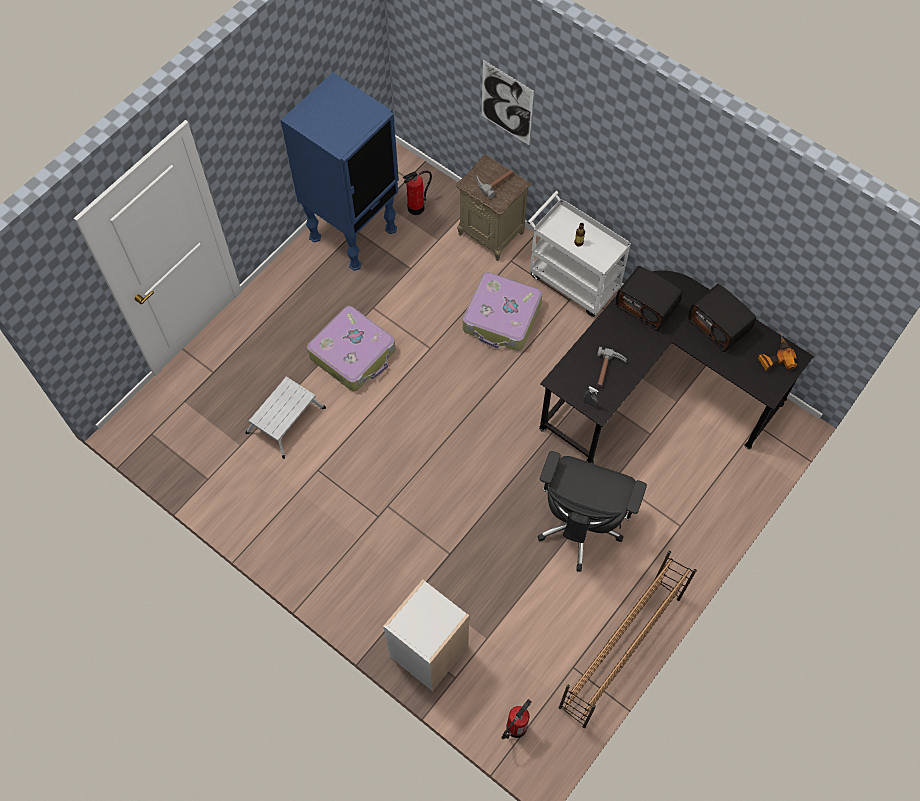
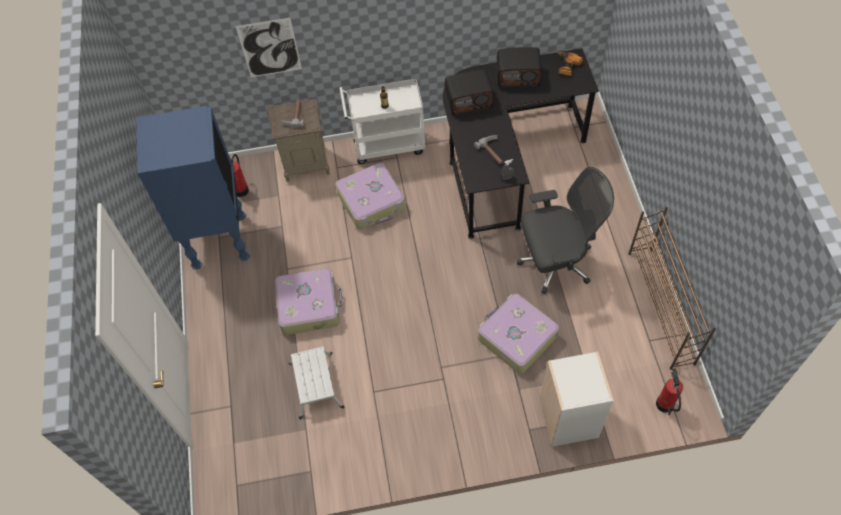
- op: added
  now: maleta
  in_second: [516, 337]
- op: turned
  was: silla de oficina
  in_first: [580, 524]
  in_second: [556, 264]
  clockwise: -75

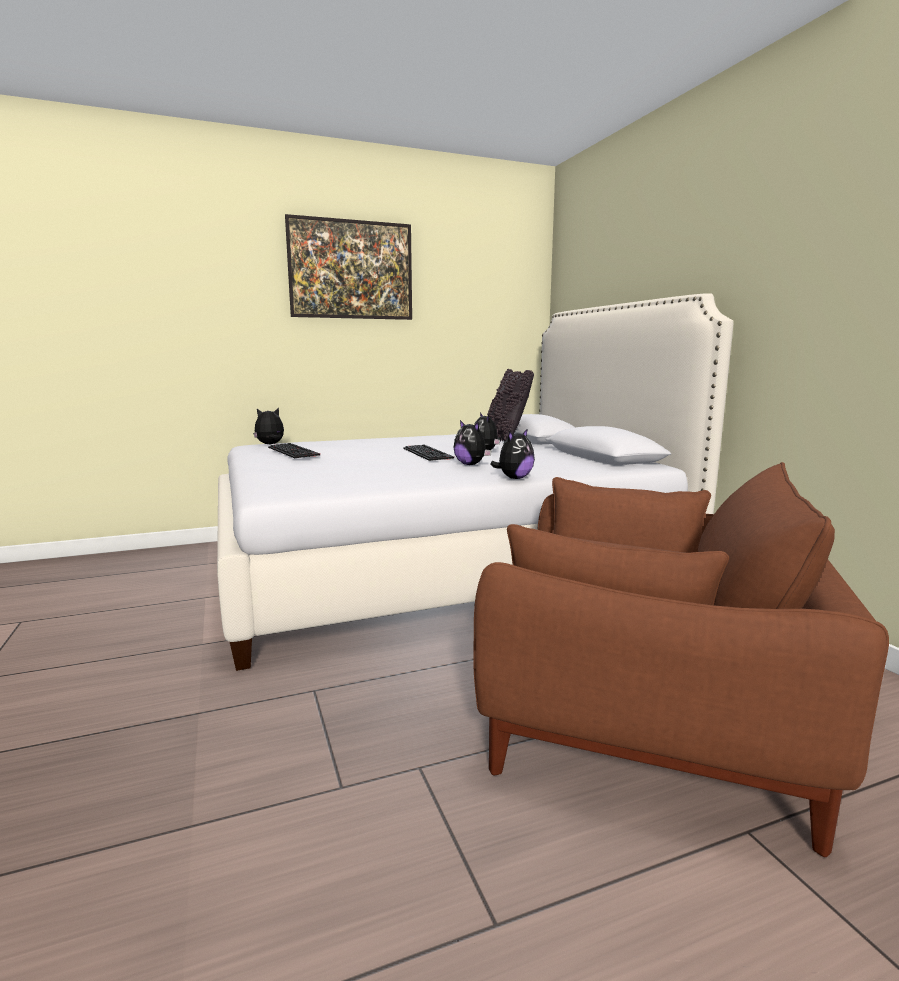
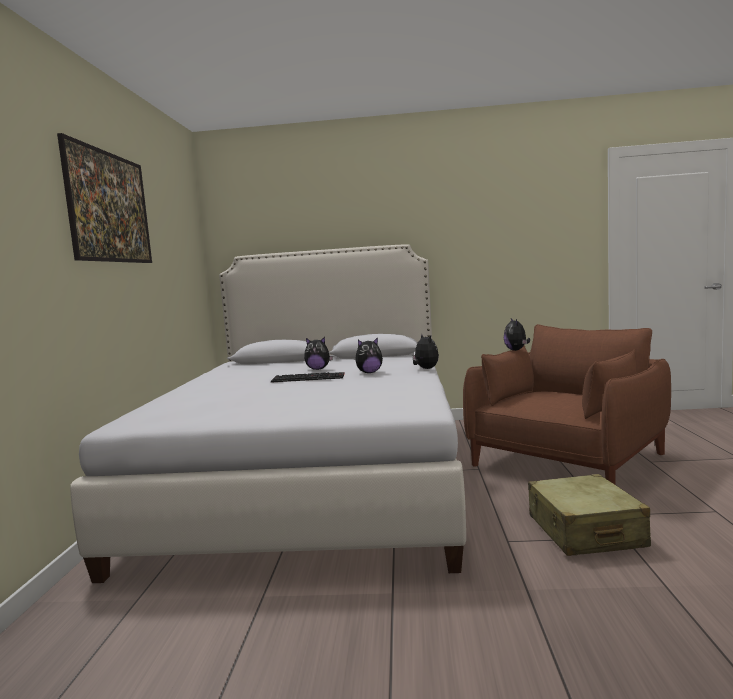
- op: removed
  was: teclado
  in_first: [294, 451]
- op: removed
  was: cojín [negro]
  in_first: [505, 439]
- op: added
  now: maleta [beis]
  in_second: [585, 531]
- op: moved
  was: peluche
  in_first: [270, 444]
  in_second: [516, 350]

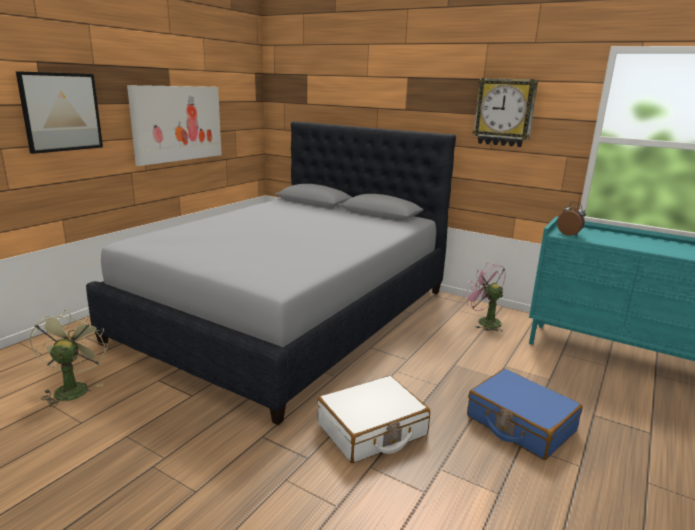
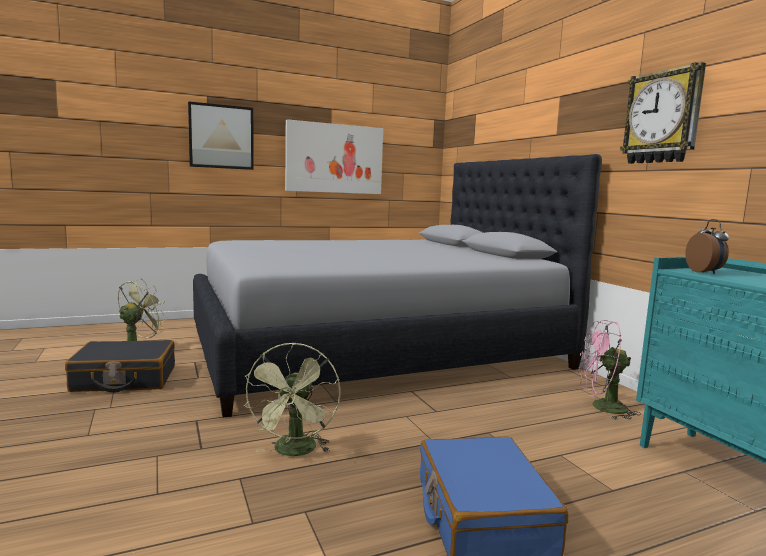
- op: added
  now: maleta [negro]
  in_second: [124, 379]
- op: replaced
  was: maleta [blanco]
  now: ventilador [verde]
  in_first: [372, 430]
  in_second: [295, 452]
- op: turned
  was: ventilador [rosa]
  in_first: [484, 321]
  in_second: [601, 407]
  clockwise: -75

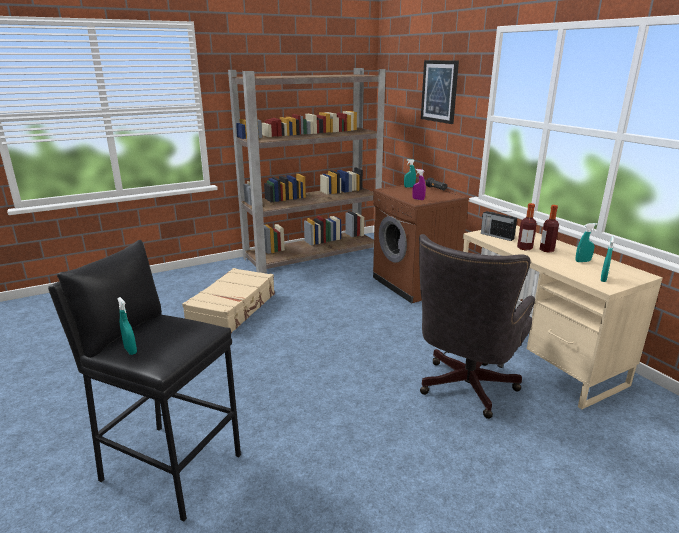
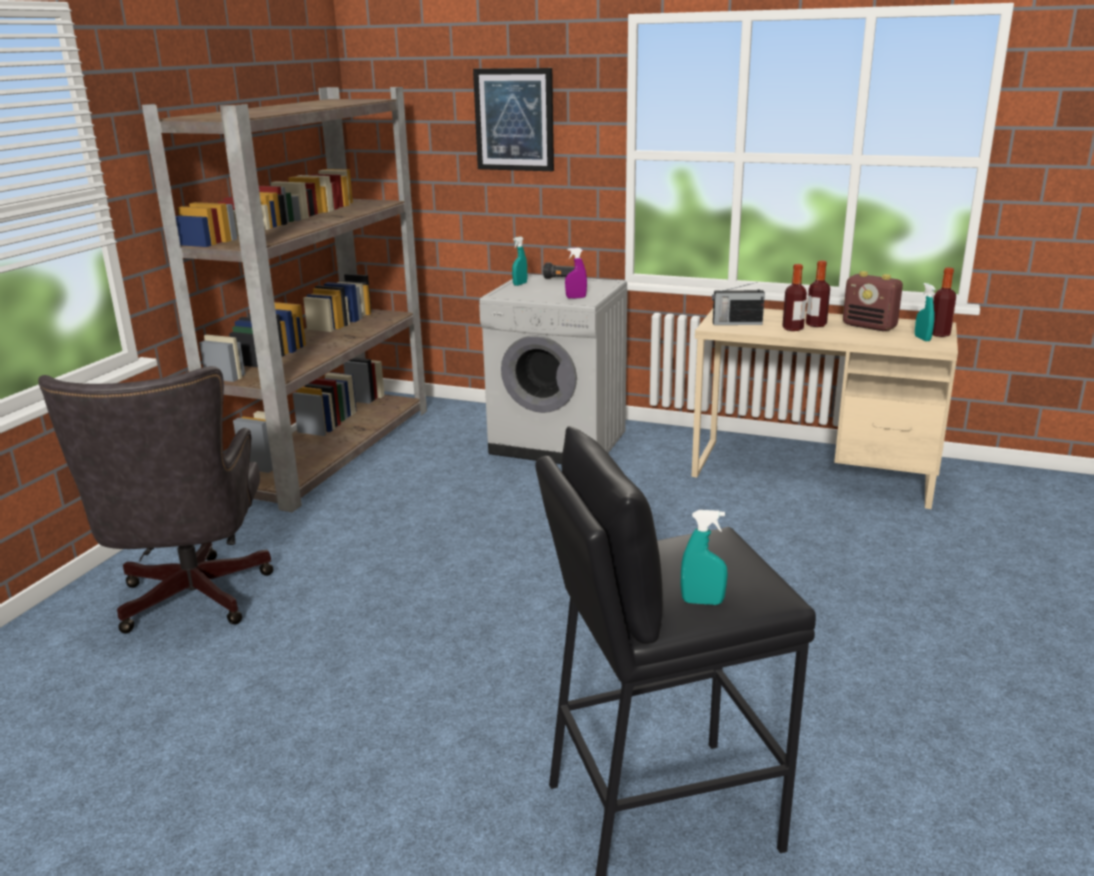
- op: removed
  was: maleta [beis]
  in_first: [233, 309]
- op: added
  now: botella
  in_second: [939, 334]
- op: moved
  was: silla de oficina [gris]
  in_first: [465, 389]
  in_second: [192, 601]
- op: replaced
  was: pulverizador [turquesa]
  now: radio
  in_first: [583, 261]
  in_second: [870, 326]
- op: recoloured
  was: lavadora [marrón]
  now: lavadora [blanco]
  in_first: [413, 284]
  in_second: [557, 444]

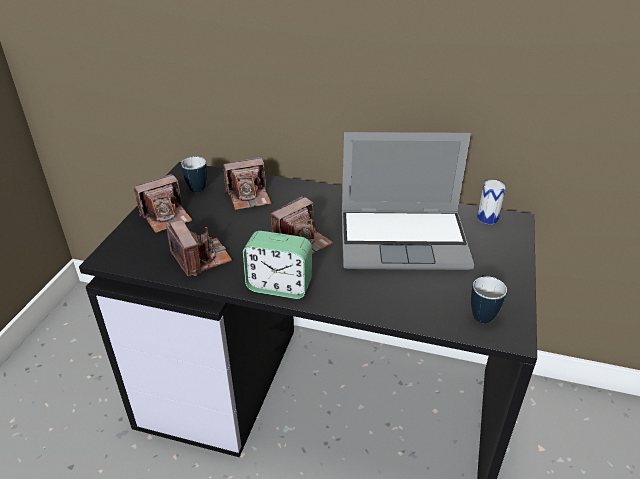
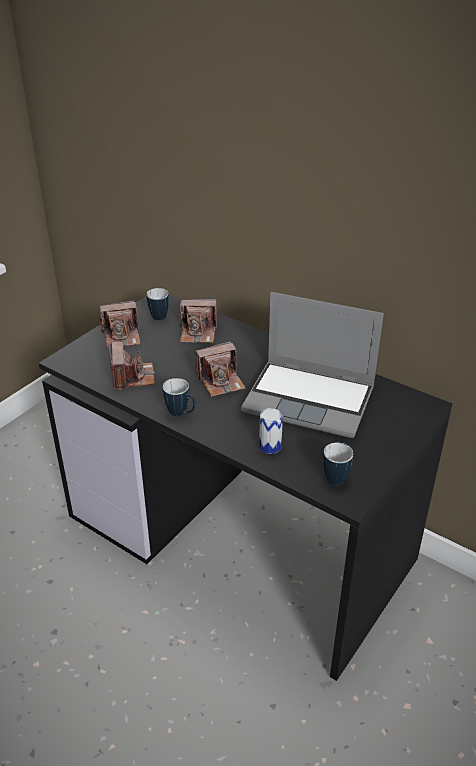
- op: moved
  was: lata
  in_first: [487, 218]
  in_second: [270, 446]
- op: replaced
  was: despertador
  now: taza grande
  in_first: [279, 286]
  in_second: [181, 413]

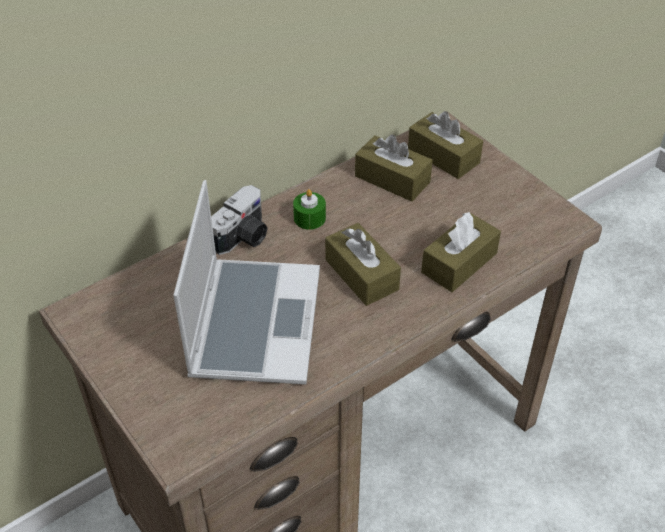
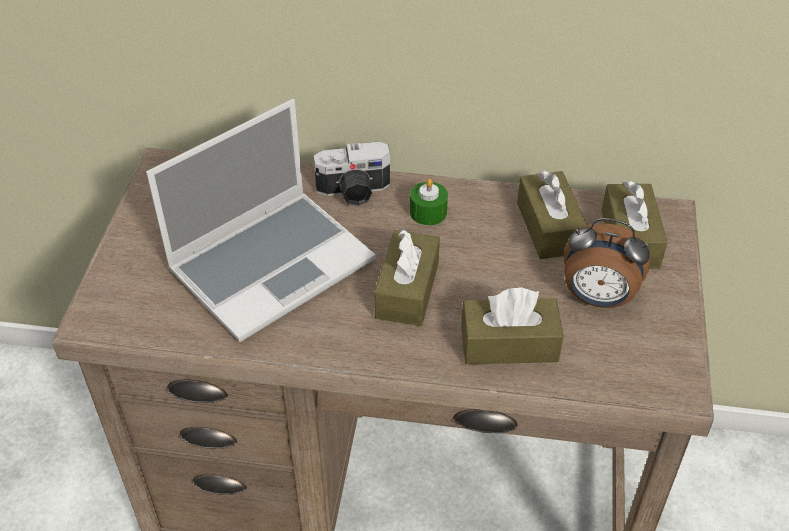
- op: added
  now: despertador
  in_second: [597, 298]

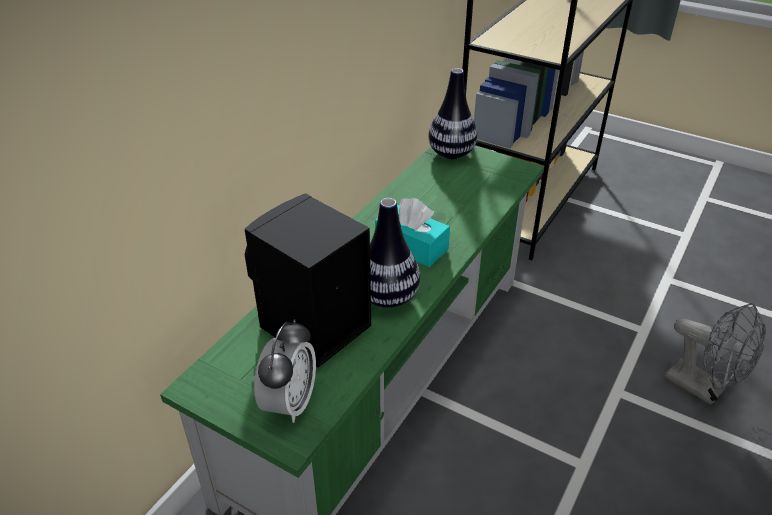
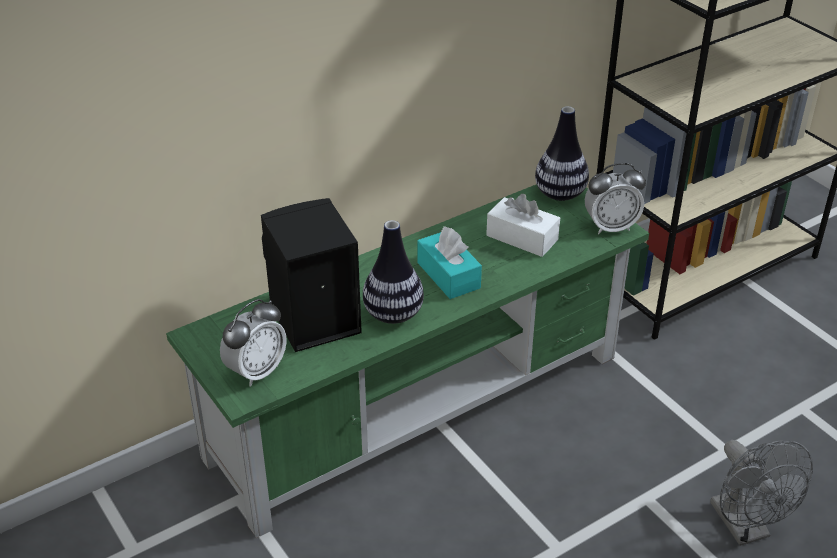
- op: added
  now: caja de pañuelos [blanco]
  in_second: [522, 238]
- op: added
  now: despertador
  in_second: [610, 227]

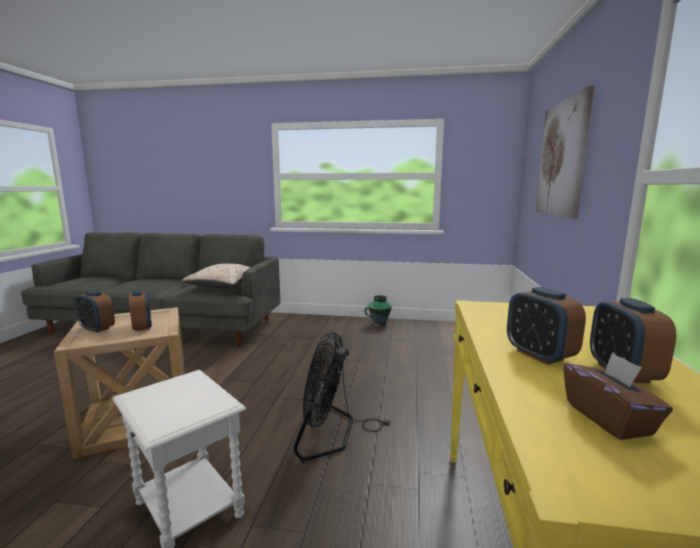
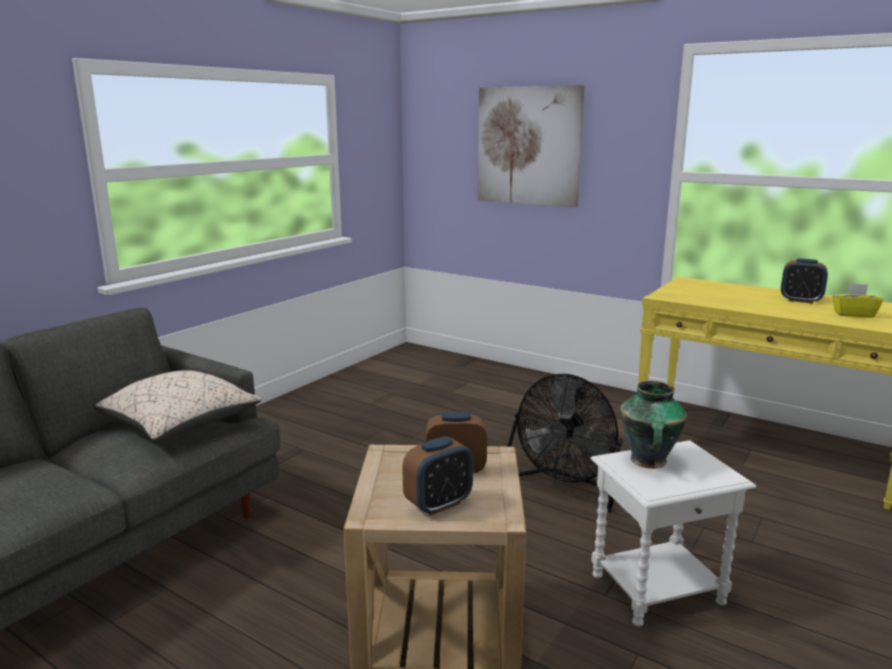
- op: removed
  was: despertador
  in_first: [539, 355]
- op: moved
  was: florero
  in_first: [378, 324]
  in_second: [648, 461]
- op: recoloured
  was: caja de pañuelos [marrón]
  now: caja de pañuelos [amarillo]
  in_first: [609, 419]
  in_second: [853, 314]

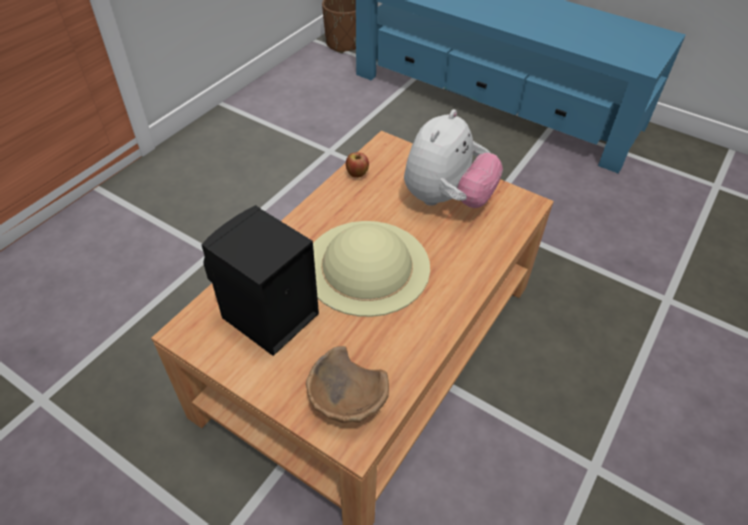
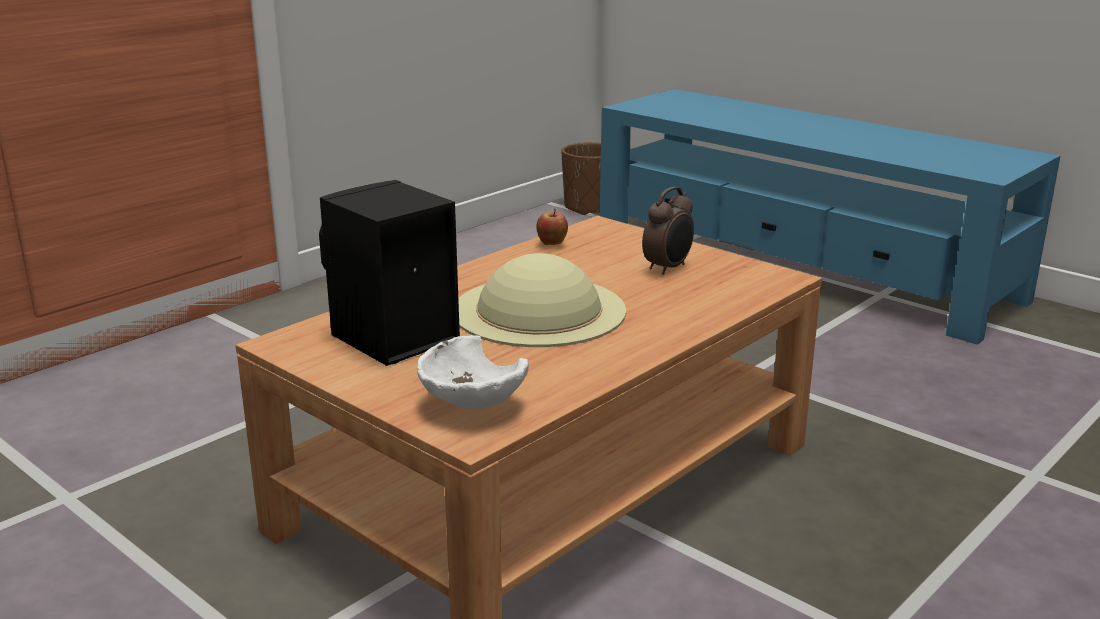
- op: replaced
  was: peluche
  now: despertador
  in_first: [446, 199]
  in_second: [668, 268]
- op: recoloured
  was: cuenco [marrón]
  now: cuenco [blanco]
  in_first: [346, 402]
  in_second: [471, 407]

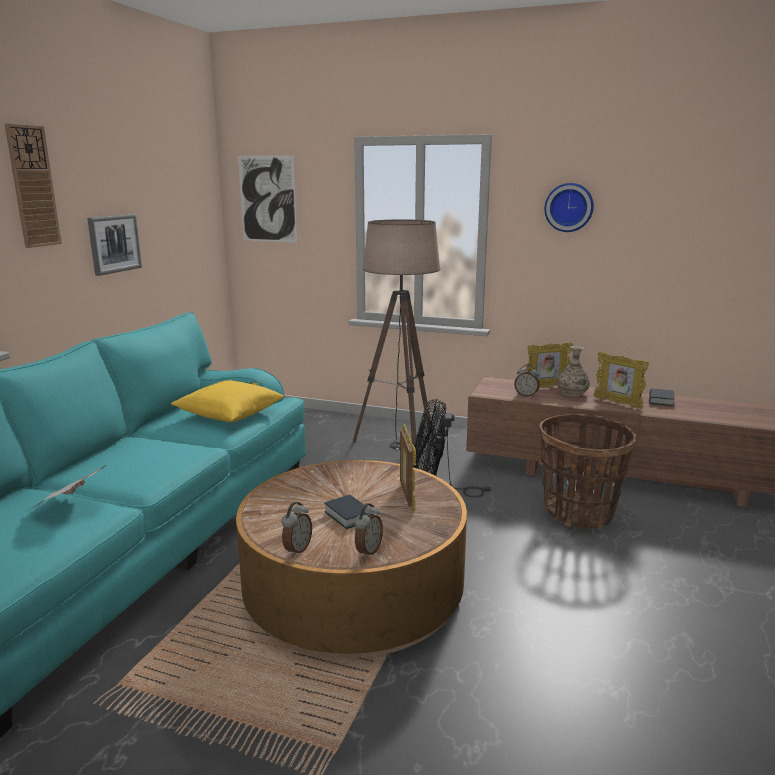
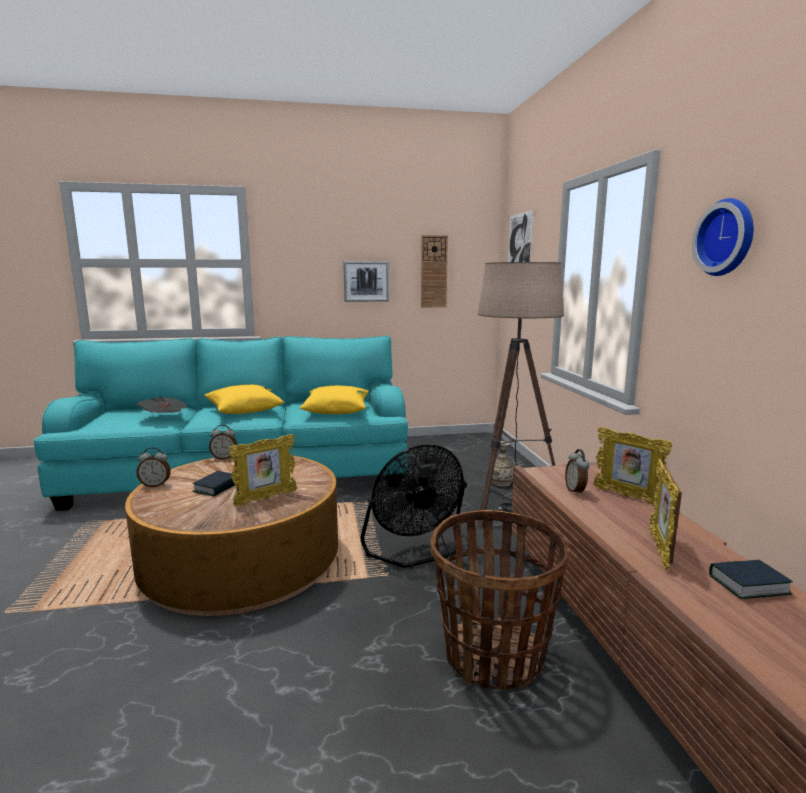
- op: added
  now: cojín [amarillo]
  in_second: [244, 410]
- op: moved
  was: reloj de pared
  in_first: [33, 187]
  in_second: [434, 271]
- op: moved
  was: despertador
  in_first: [368, 551]
  in_second: [224, 458]
- op: moved
  was: florero
  in_first: [572, 393]
  in_second: [501, 483]

